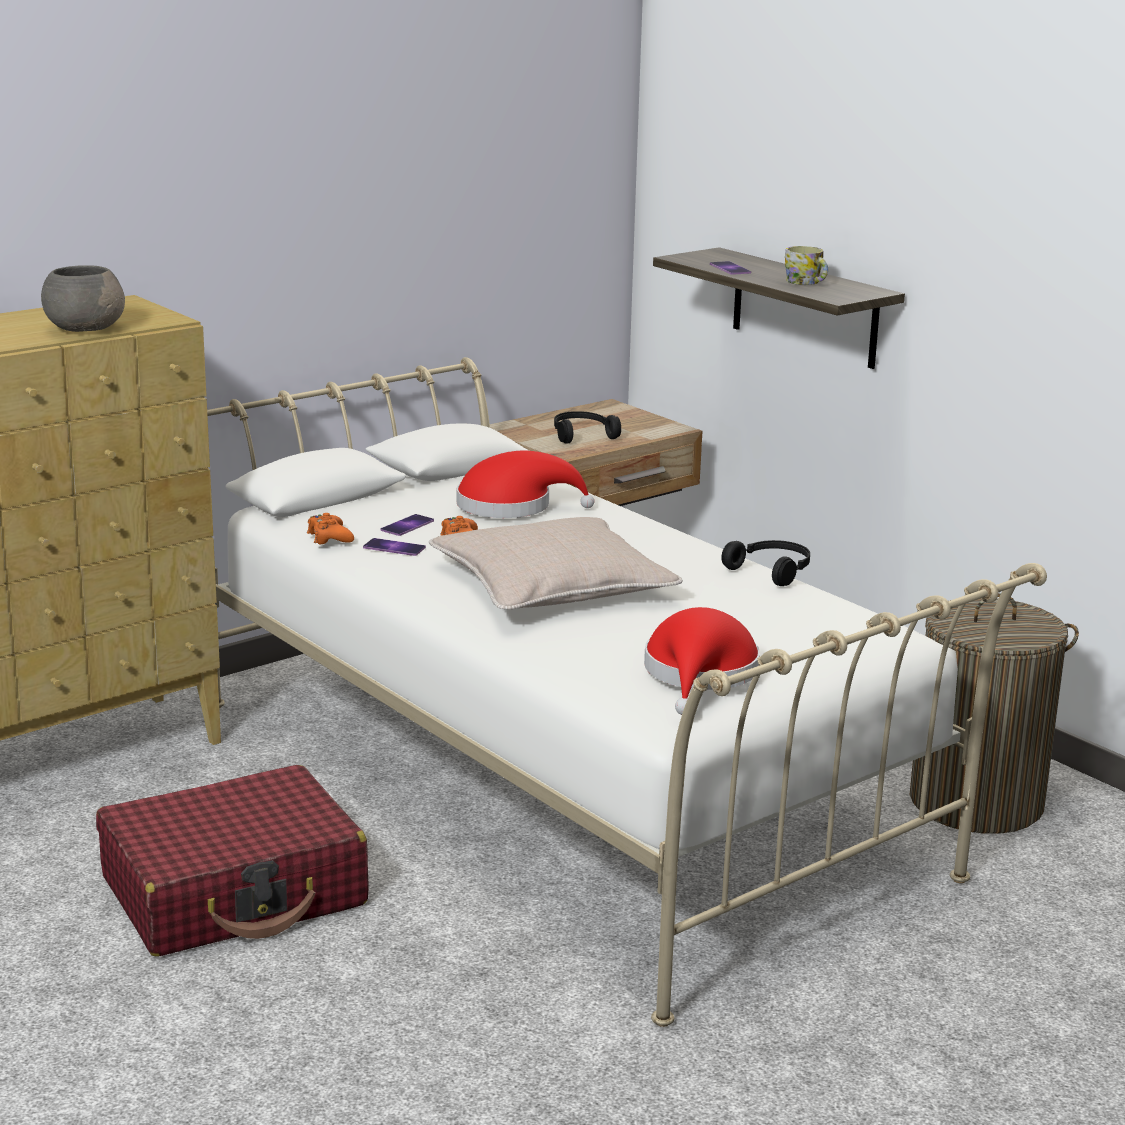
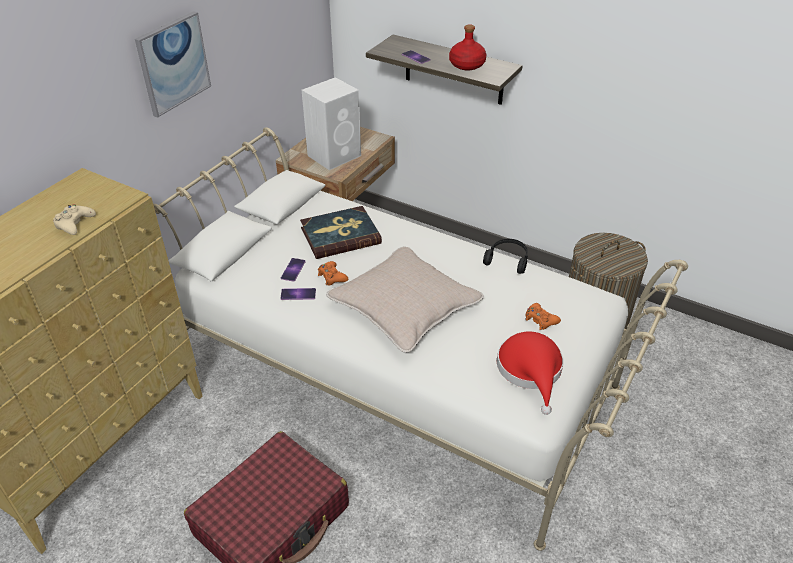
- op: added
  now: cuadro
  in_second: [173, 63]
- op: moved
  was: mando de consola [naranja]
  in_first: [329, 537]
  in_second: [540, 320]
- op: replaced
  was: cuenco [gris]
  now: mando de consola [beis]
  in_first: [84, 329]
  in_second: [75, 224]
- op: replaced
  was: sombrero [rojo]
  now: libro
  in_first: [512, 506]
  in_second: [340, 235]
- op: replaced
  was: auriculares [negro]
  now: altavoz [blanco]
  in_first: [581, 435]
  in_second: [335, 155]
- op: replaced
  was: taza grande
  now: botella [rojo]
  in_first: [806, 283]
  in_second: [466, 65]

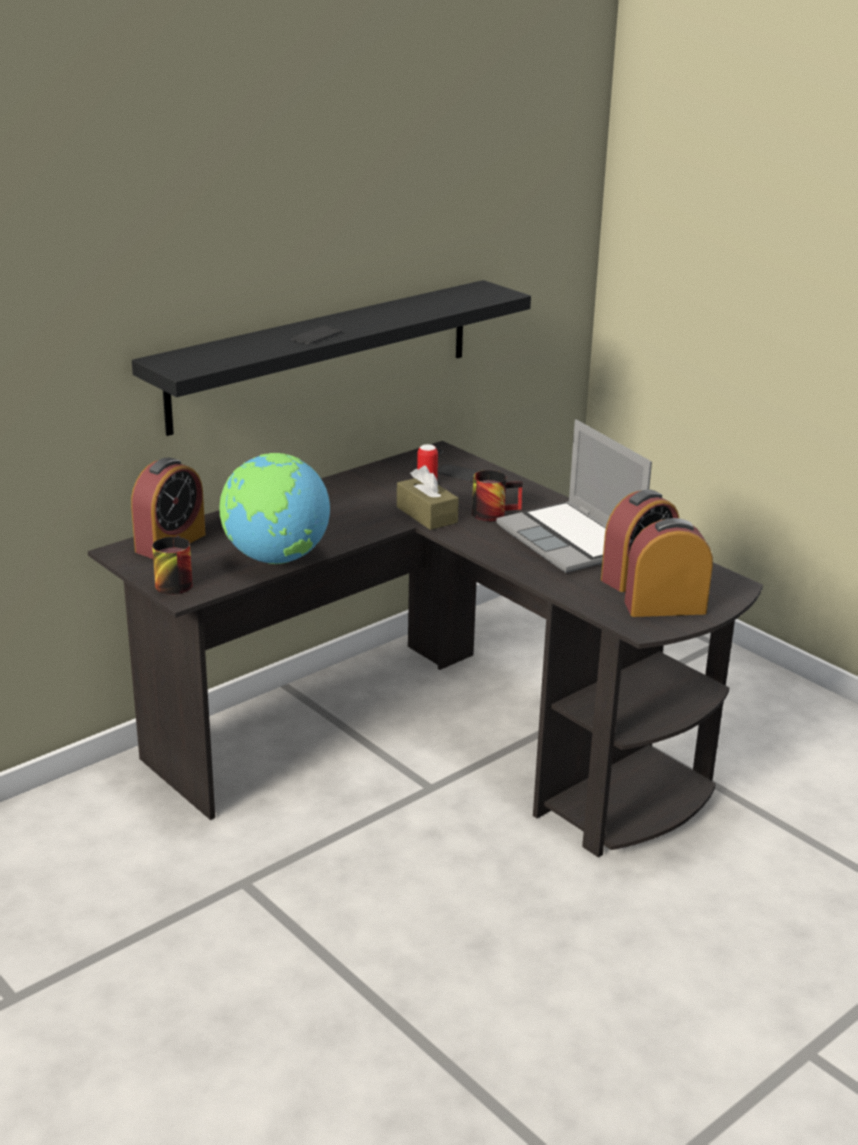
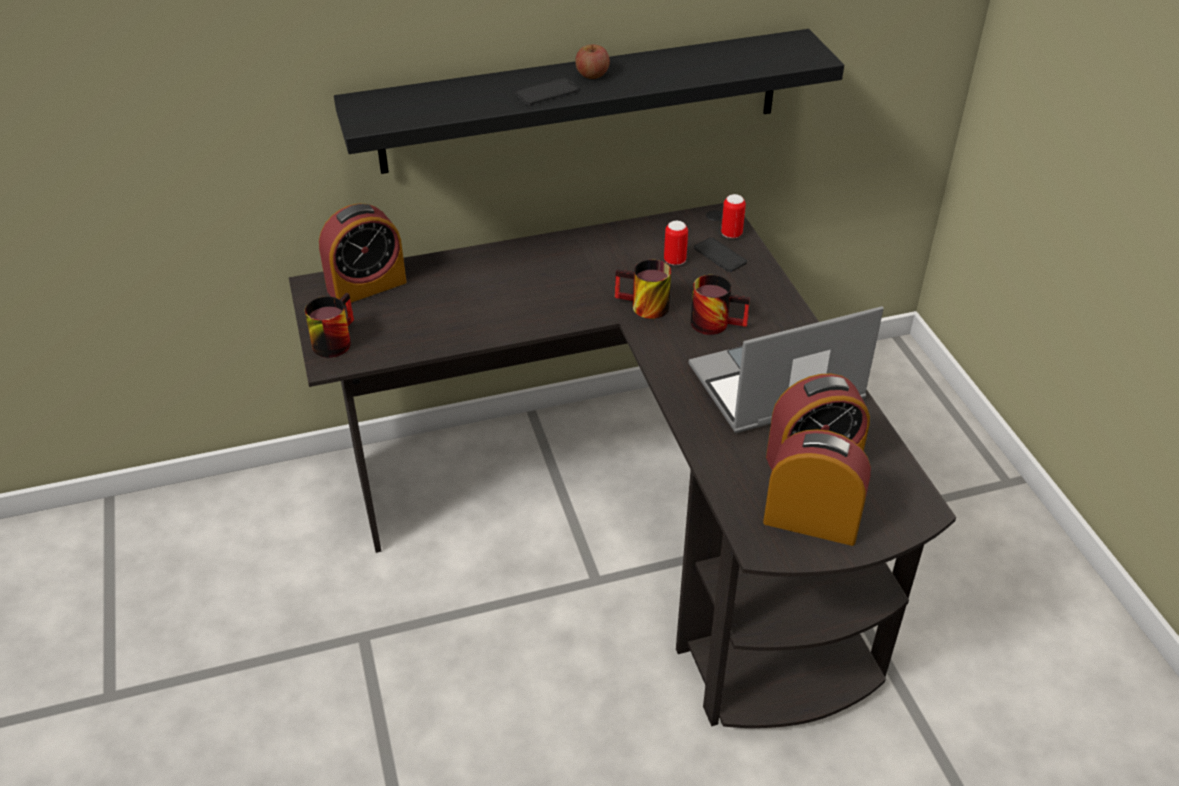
- op: removed
  was: globo terráqueo
  in_first: [276, 558]
- op: added
  now: manzana
  in_second: [592, 75]
- op: added
  now: lata
  in_second: [731, 234]
- op: replaced
  was: caja de pañuelos [marrón]
  now: taza grande
  in_first: [426, 515]
  in_second: [643, 308]
- op: turned
  was: portátil
  in_first: [572, 540]
  in_second: [774, 386]
  clockwise: 75

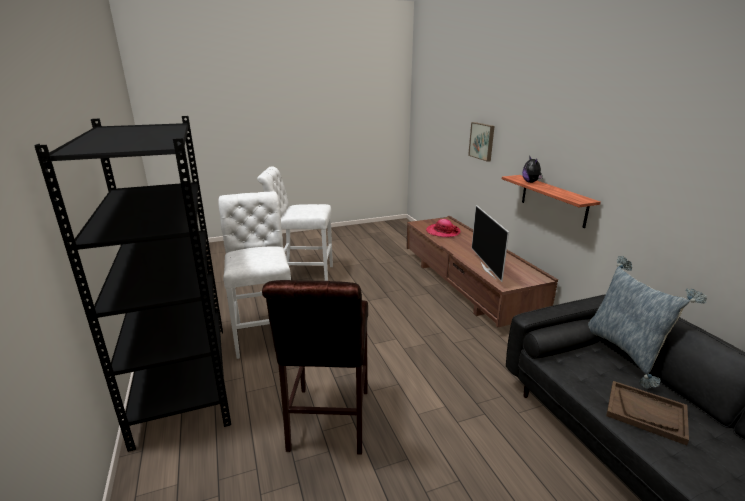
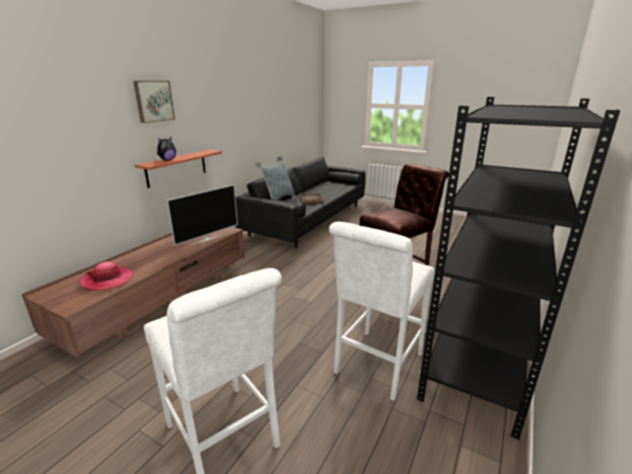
- op: moved
  was: cuadro
  in_first: [482, 141]
  in_second: [153, 101]

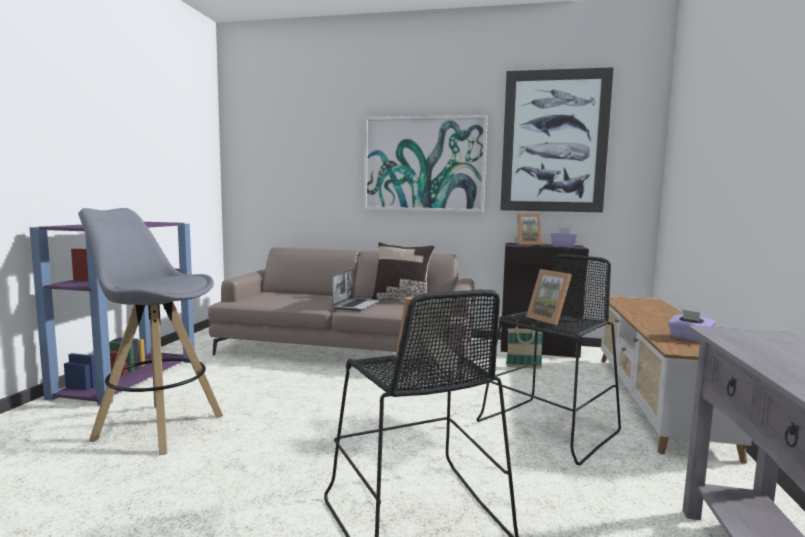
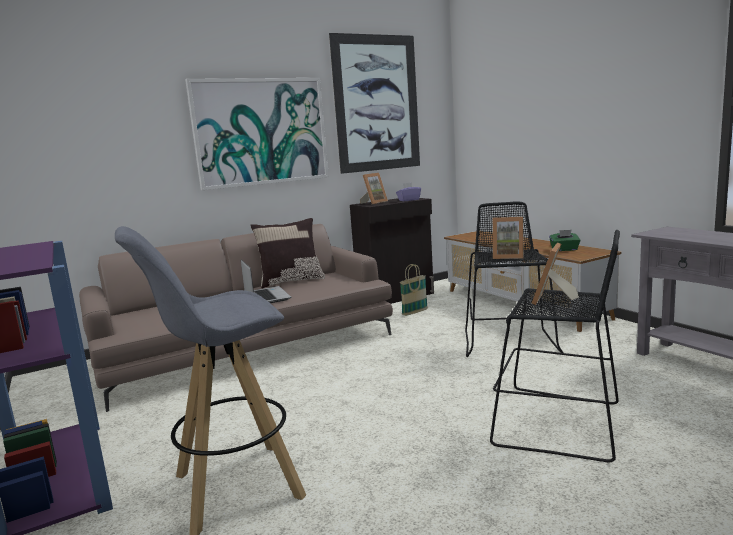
- op: recoloured
  was: caja de pañuelos [morado]
  now: caja de pañuelos [verde]
  in_first: [689, 338]
  in_second: [564, 249]

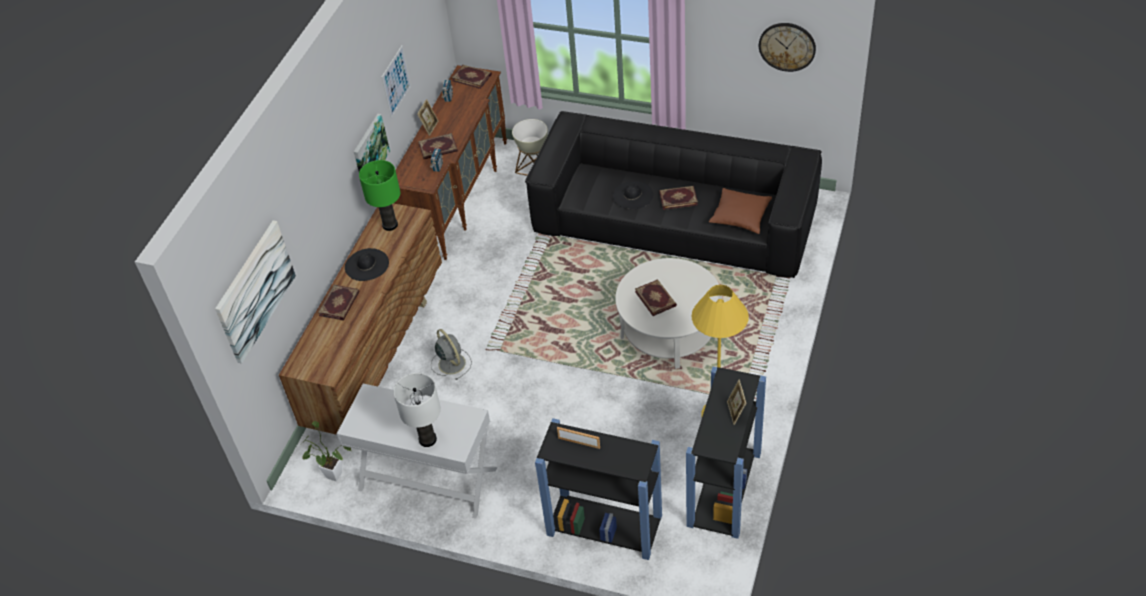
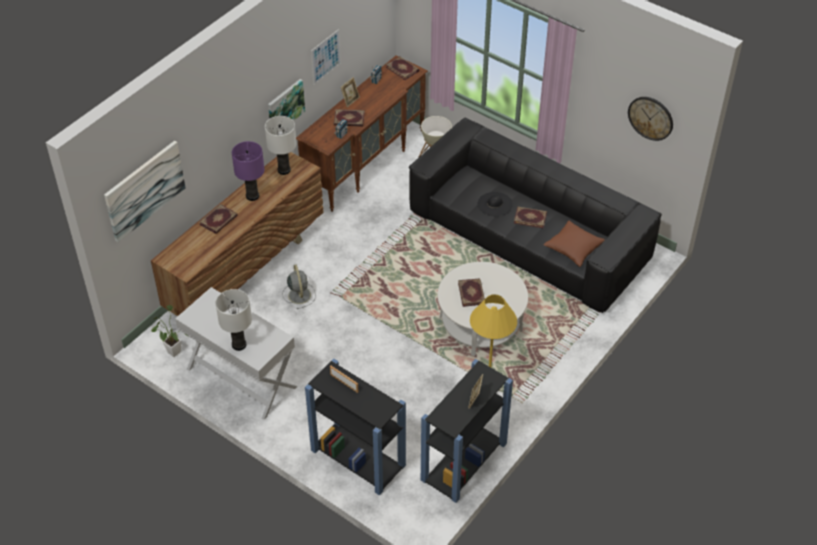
- op: replaced
  was: sombrero [negro]
  now: lámpara de mesa [morado]
  in_first: [367, 265]
  in_second: [252, 196]
- op: recoloured
  was: lámpara de mesa [verde]
  now: lámpara de mesa [blanco]
  in_first: [390, 225]
  in_second: [284, 170]

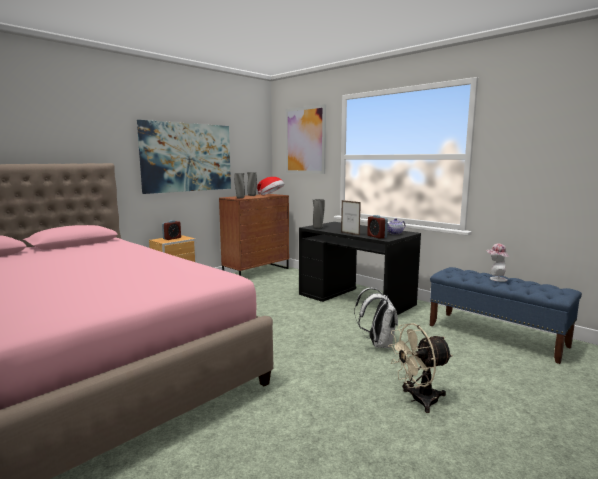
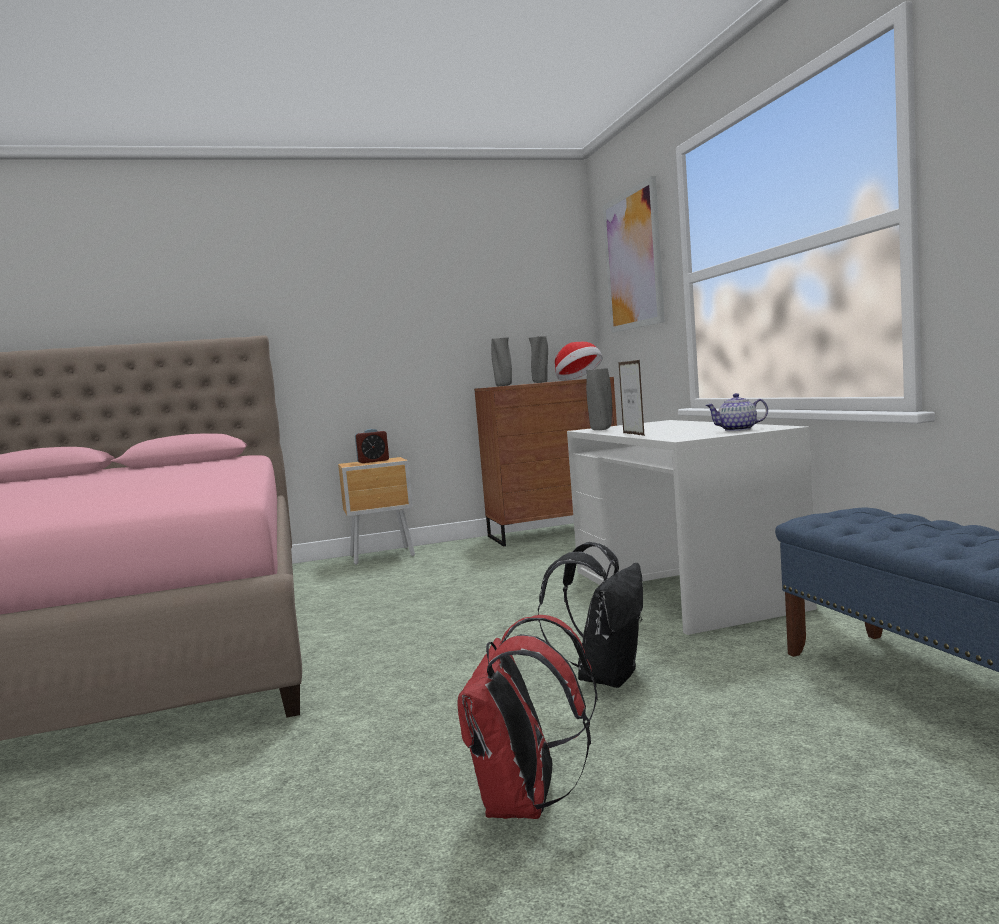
- op: removed
  was: cuadro
  in_first: [187, 157]
- op: removed
  was: despertador
  in_first: [377, 236]
- op: removed
  was: sombrero
  in_first: [496, 279]
- op: replaced
  was: ventilador [beis]
  now: mochila [rojo]
  in_first: [418, 400]
  in_second: [526, 804]
- op: recoloured
  was: escritorio [negro]
  now: escritorio [blanco]
  in_first: [355, 299]
  in_second: [682, 588]
- op: recoloured
  was: mochila [blanco]
  now: mochila [negro]
  in_first: [378, 344]
  in_second: [605, 676]

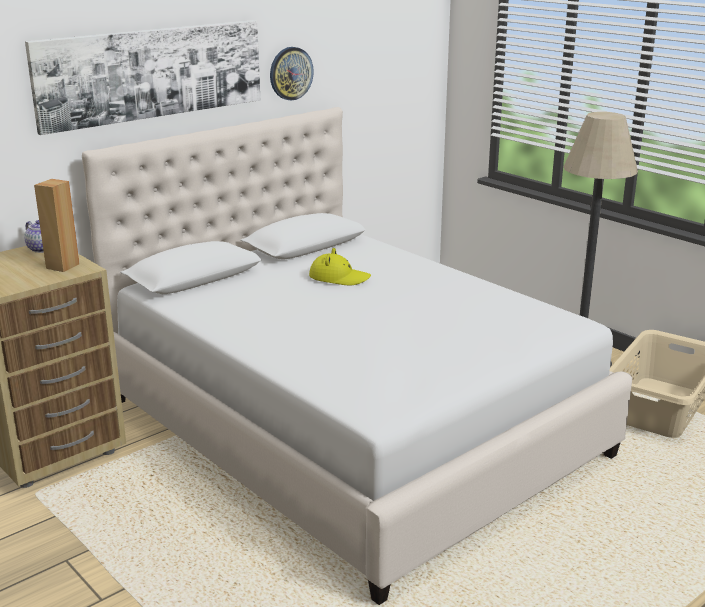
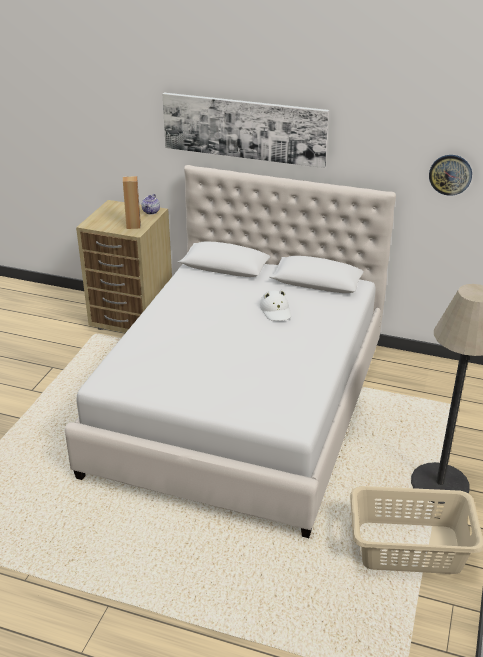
- op: moved
  was: reloj de pared
  in_first: [290, 73]
  in_second: [450, 174]
- op: recoloured
  was: sombrero [amarillo]
  now: sombrero [blanco]
  in_first: [339, 277]
  in_second: [276, 310]

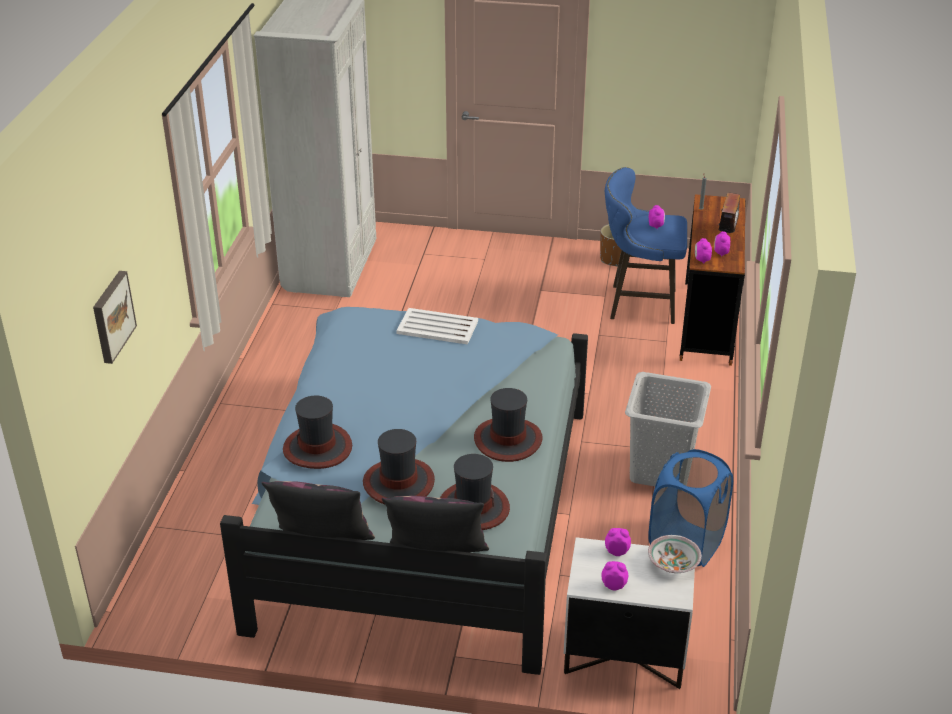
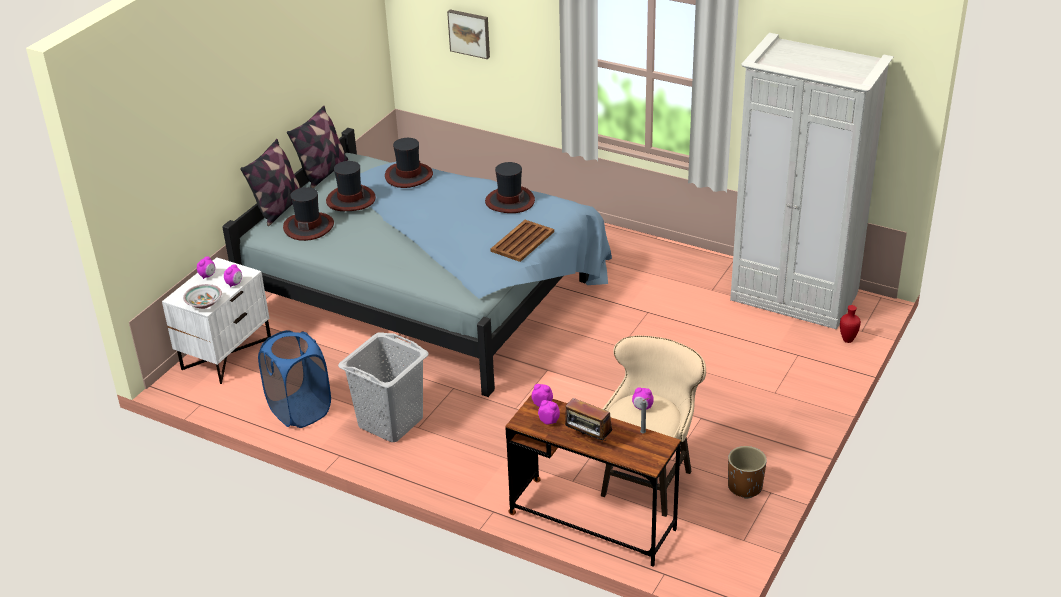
- op: added
  now: florero [rojo]
  in_second: [848, 340]
- op: moved
  was: sombrero
  in_first: [508, 440]
  in_second: [509, 201]
- op: recoloured
  was: bandeja [blanco]
  now: bandeja [marrón]
  in_first: [438, 327]
  in_second: [522, 242]
- op: recoloured
  was: taburete [azul]
  now: taburete [beis]
  in_first: [638, 303]
  in_second: [648, 480]

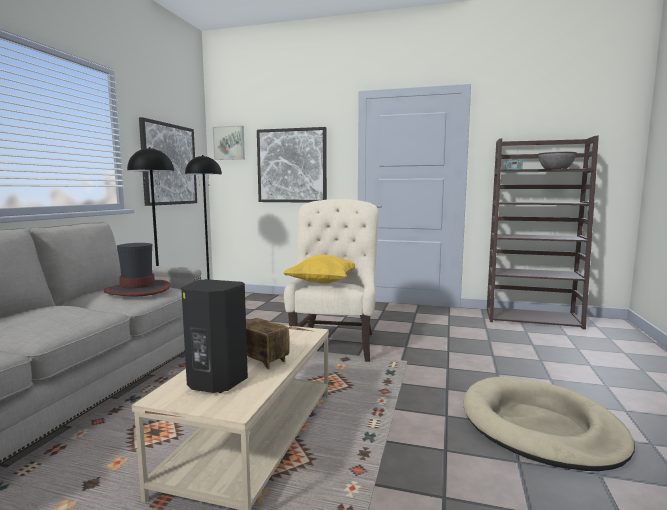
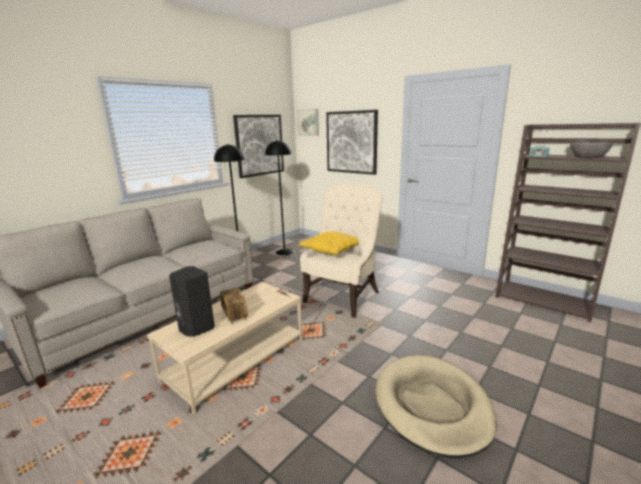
- op: removed
  was: sombrero
  in_first: [138, 290]

